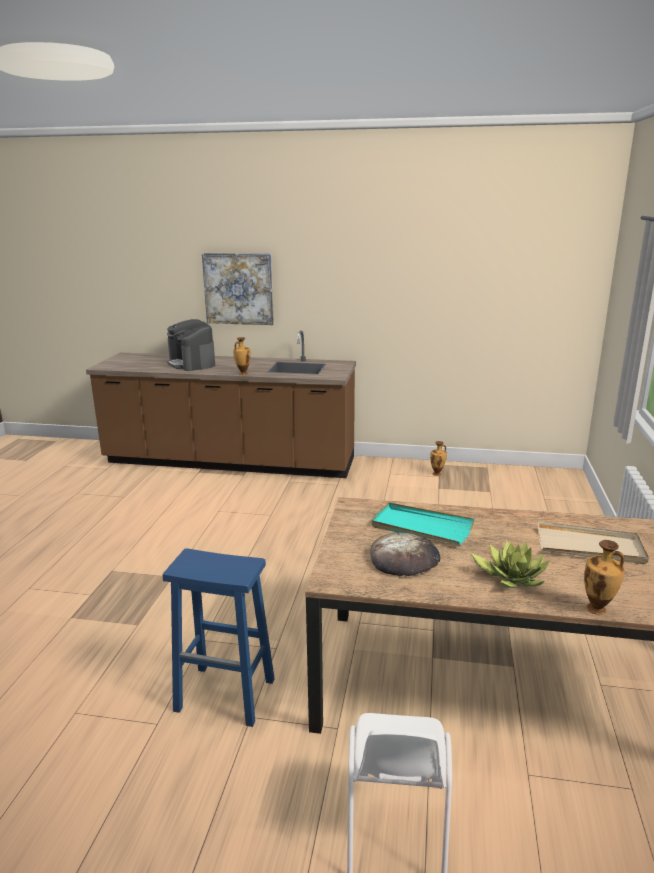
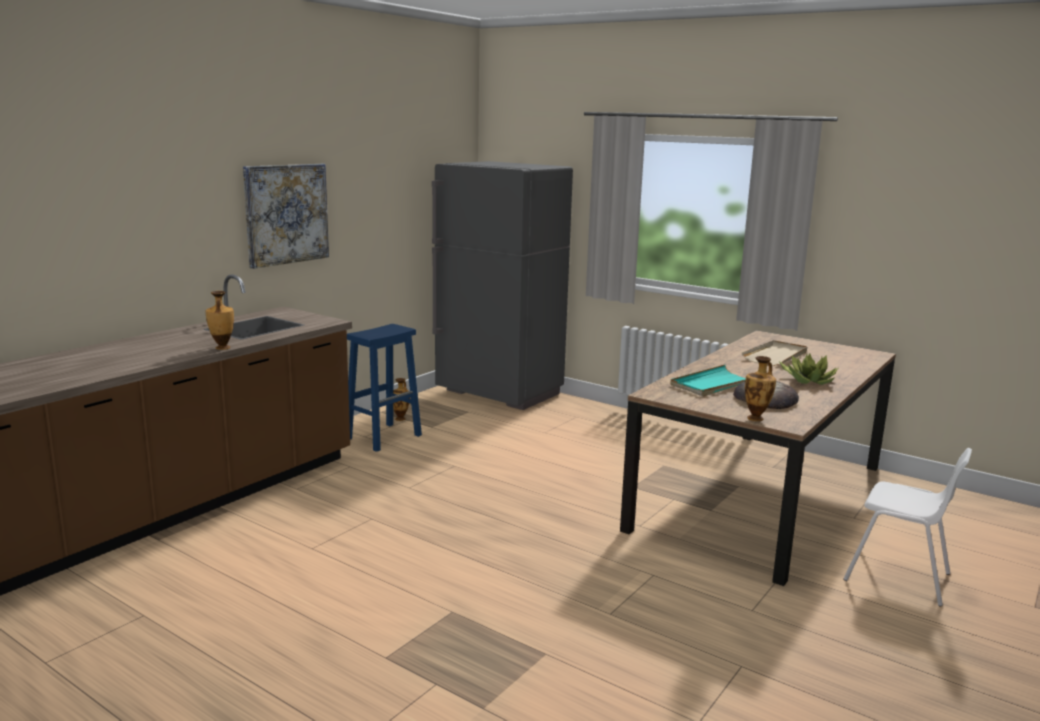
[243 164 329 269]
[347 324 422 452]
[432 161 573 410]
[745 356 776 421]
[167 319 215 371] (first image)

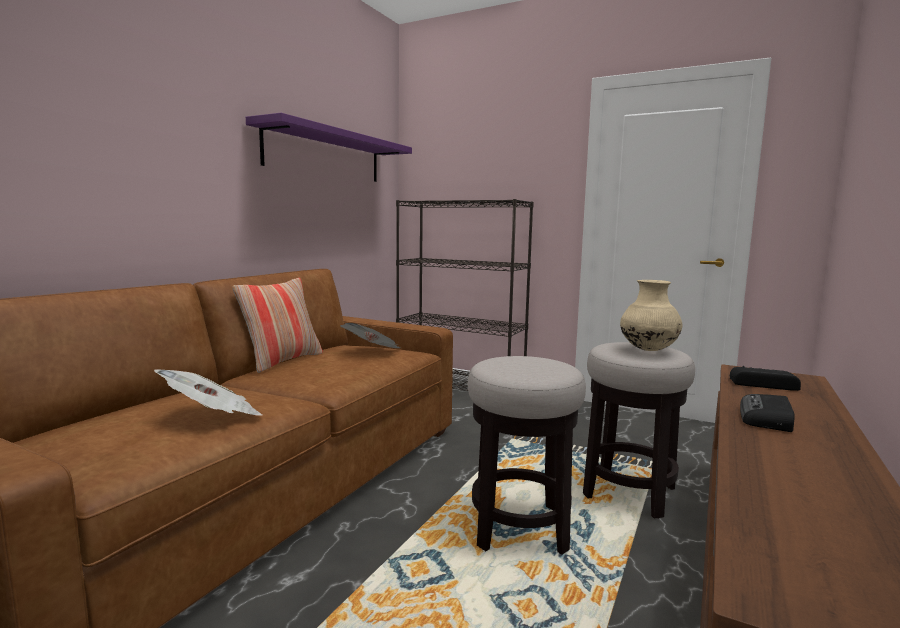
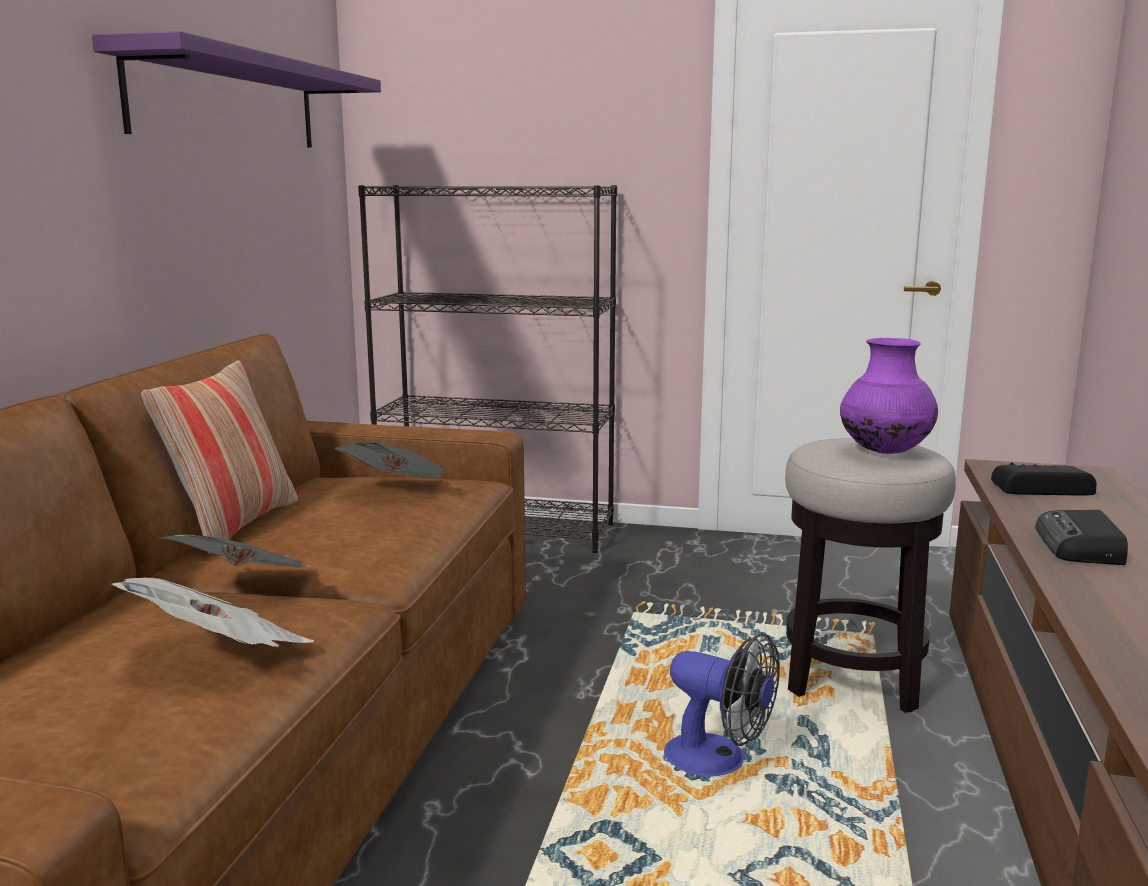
[160 535 309 568]
[664 633 780 776]
[840 338 938 454]

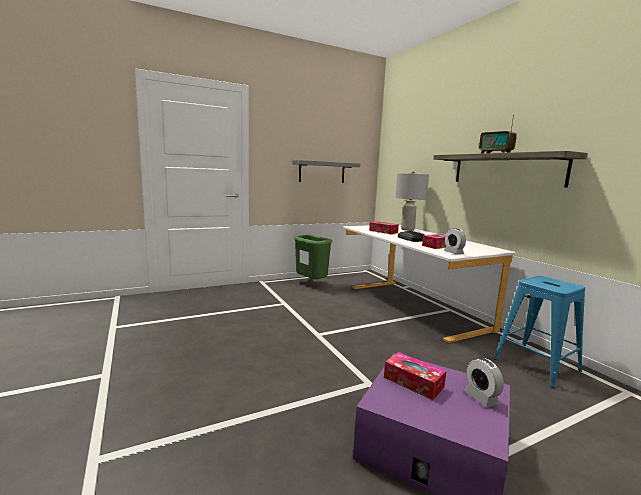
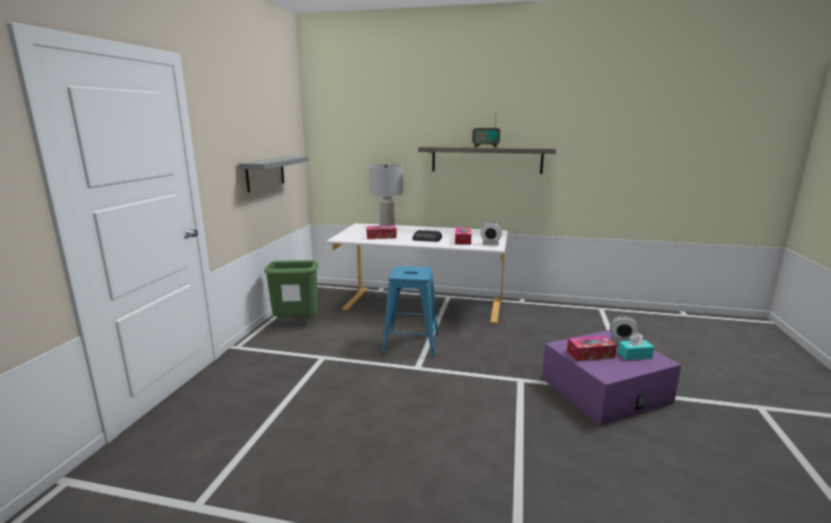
[382 266 439 357]
[618 333 654 360]

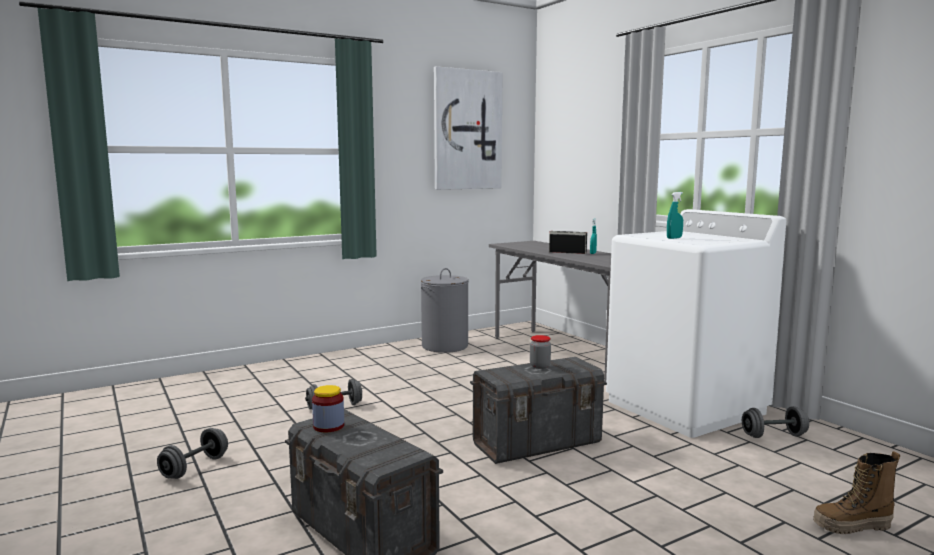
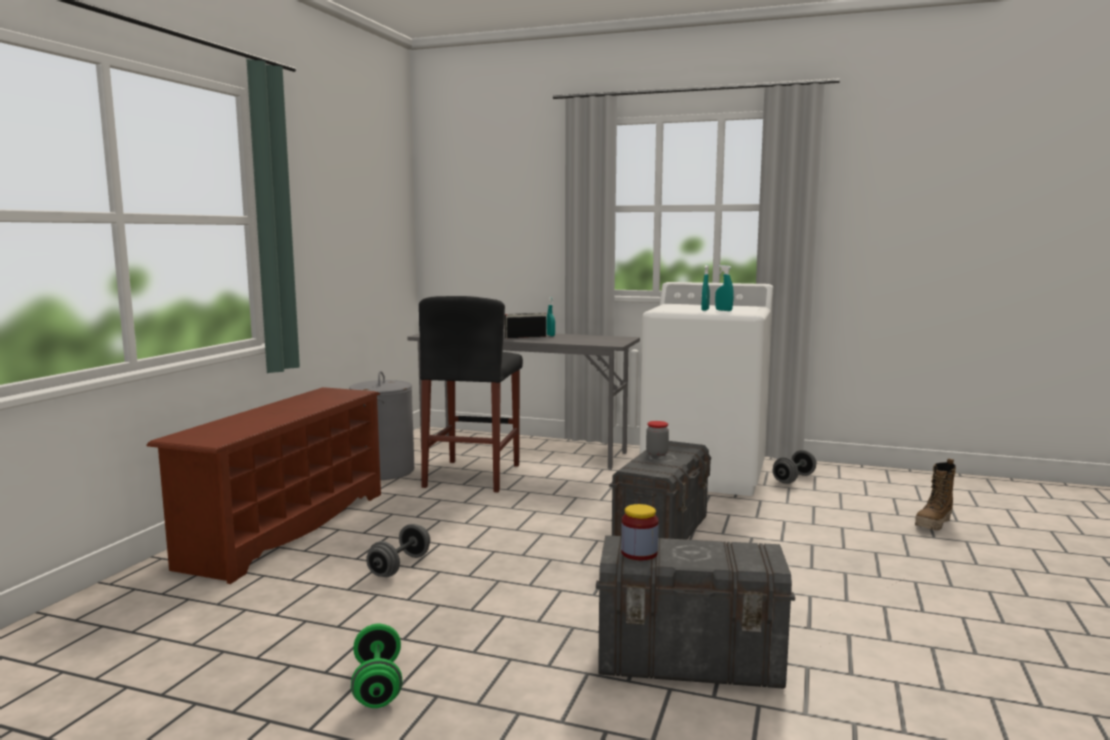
[147 387 381 584]
[351 624 402 708]
[419 296 523 492]
[715 265 734 311]
[434 66 503 190] (first image)

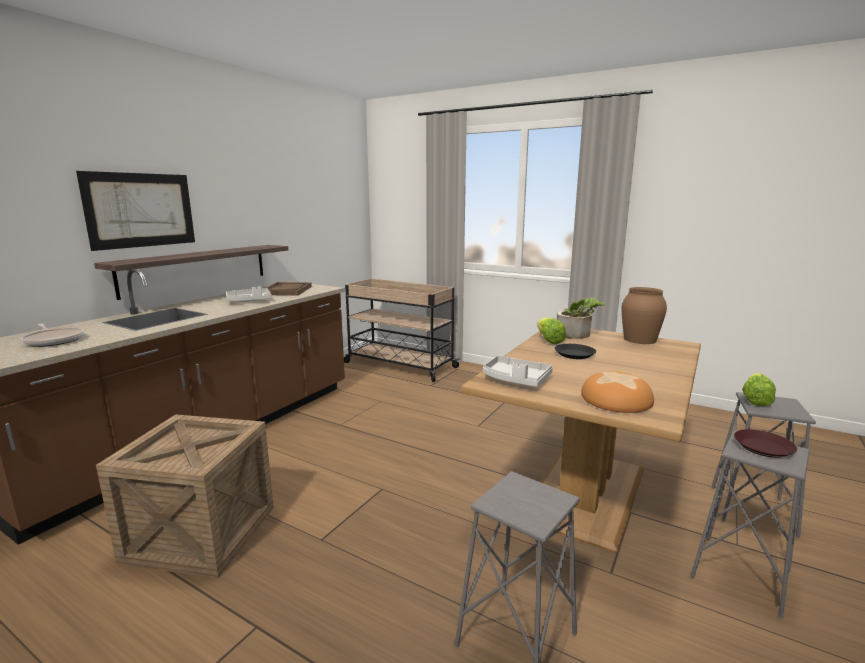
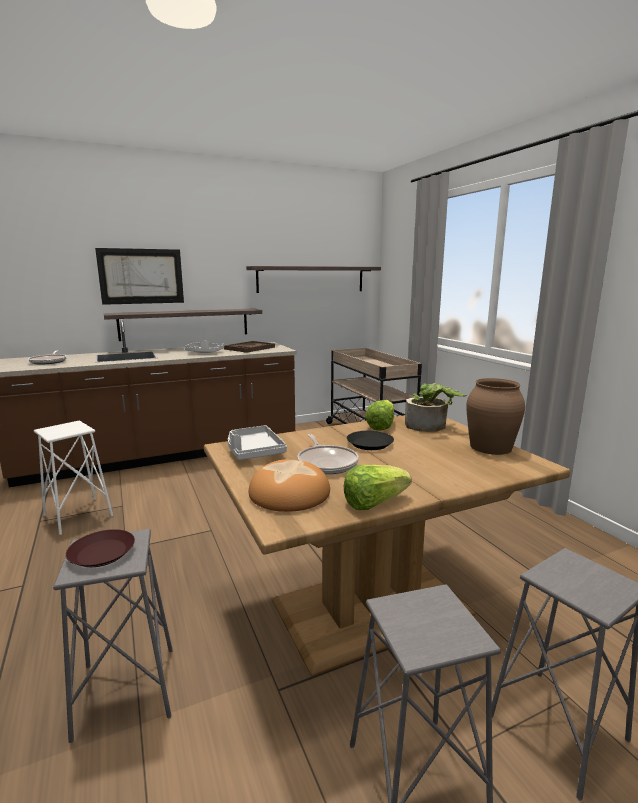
[34 421 113 535]
[66 529 135 567]
[246 266 381 293]
[297 434 359 474]
[344 465 412 510]

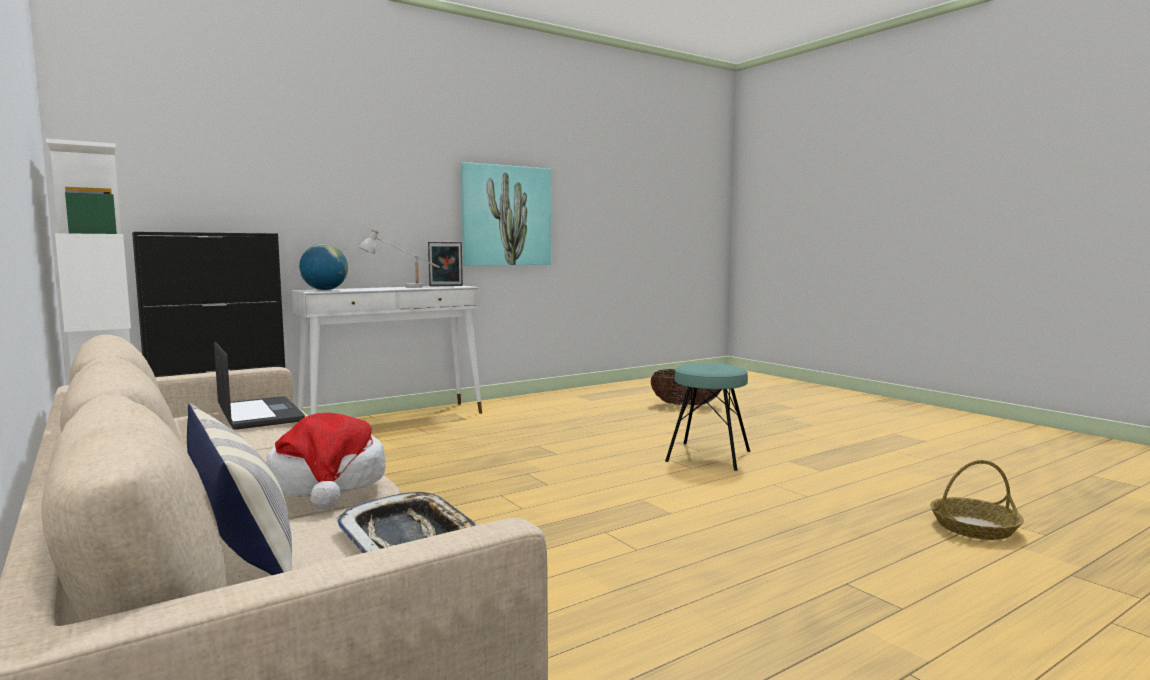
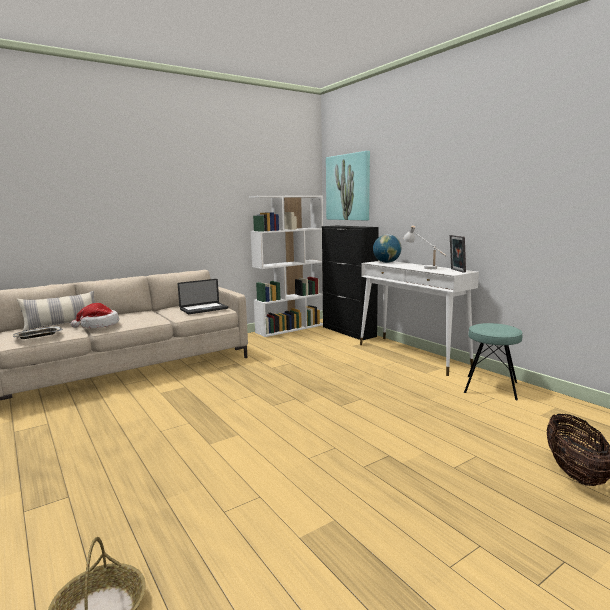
[326 151 370 221]
[464 323 522 400]

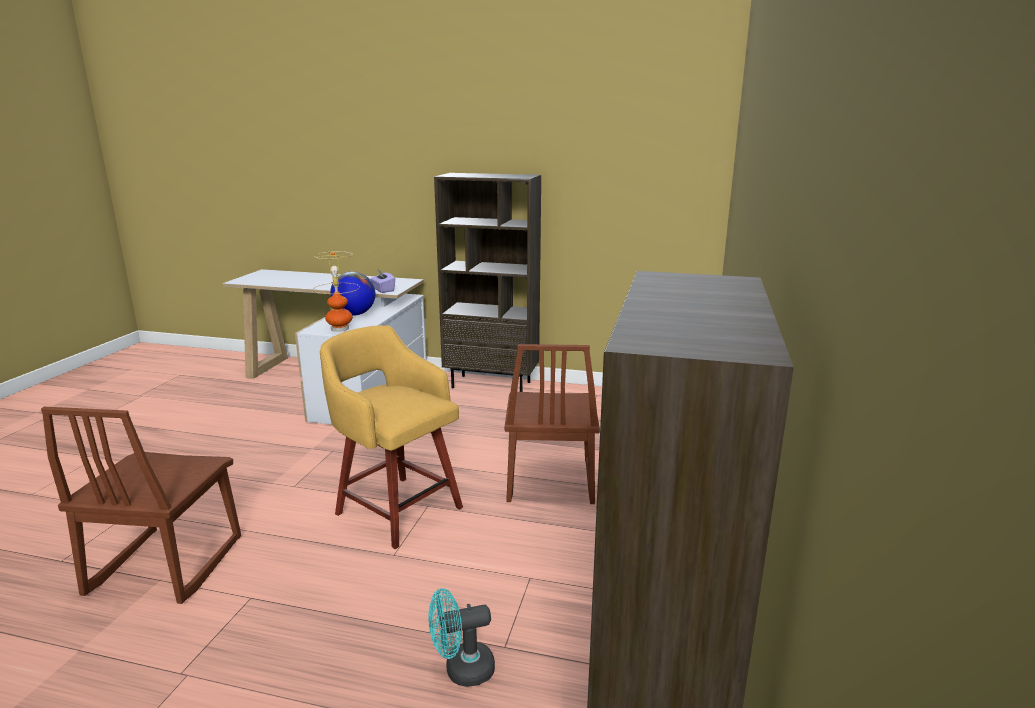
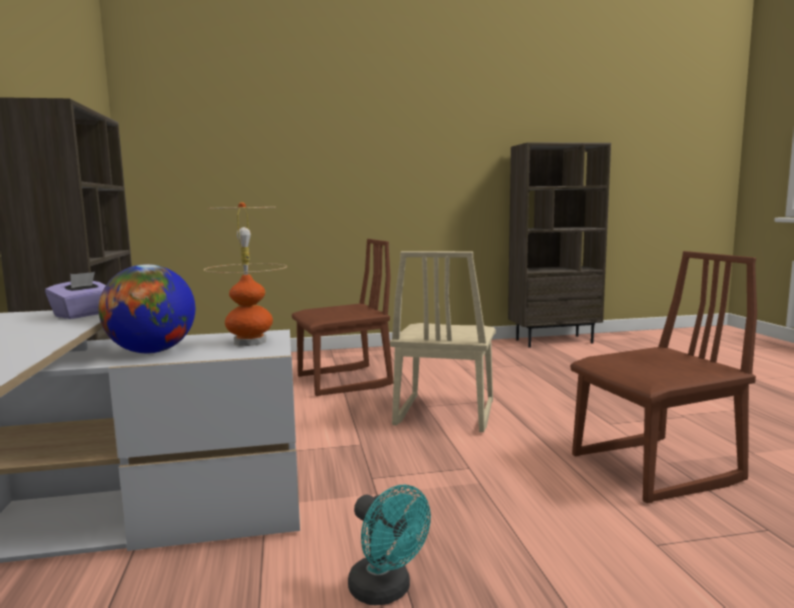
[348 485 431 605]
[390 251 496 432]

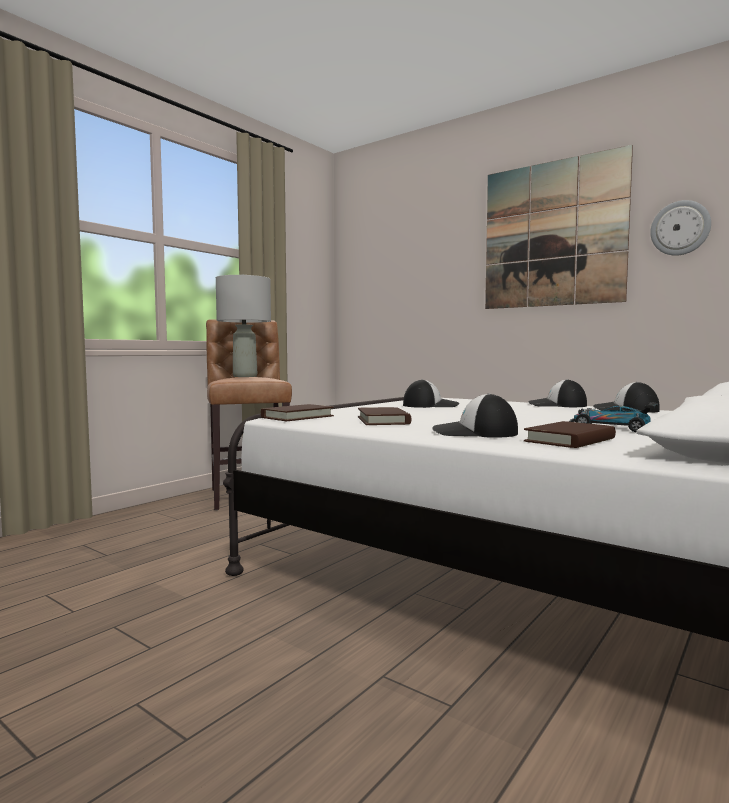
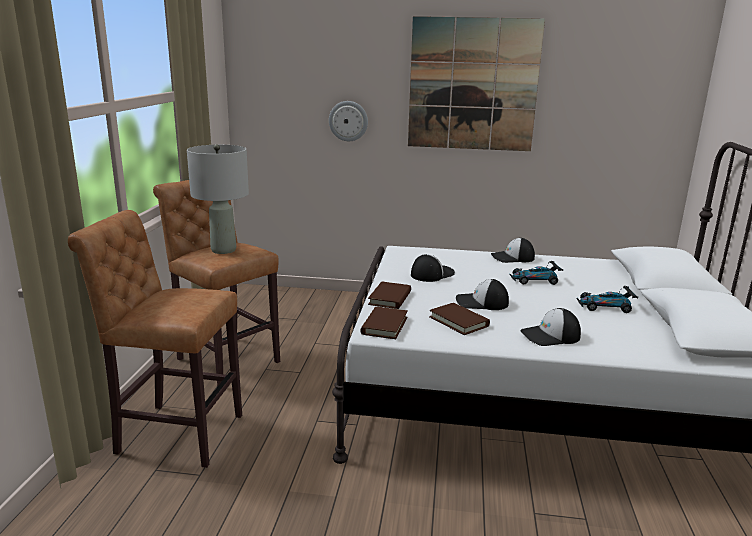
[68 210 242 468]
[329 101 368 141]
[368 282 411 309]
[456 279 509 310]
[509 261 563 285]

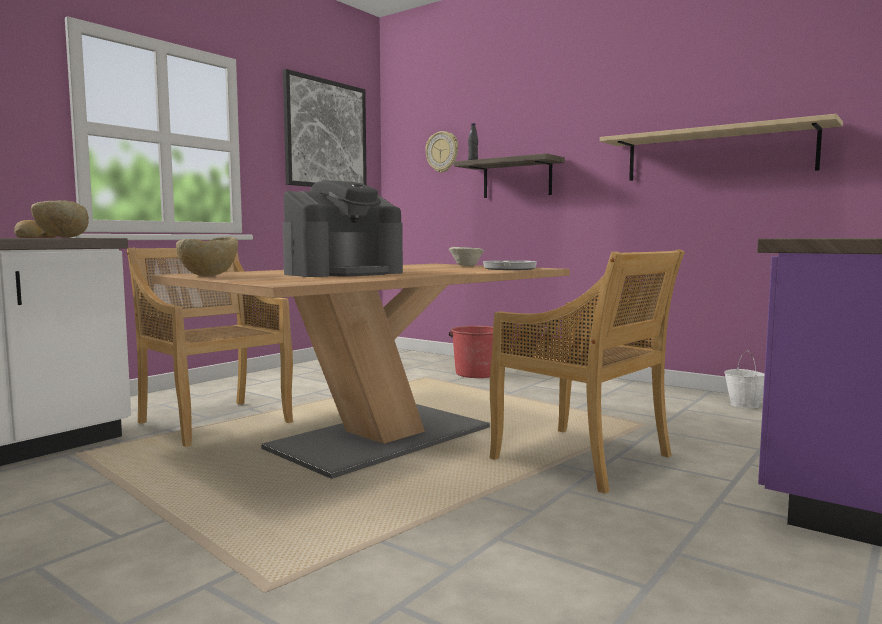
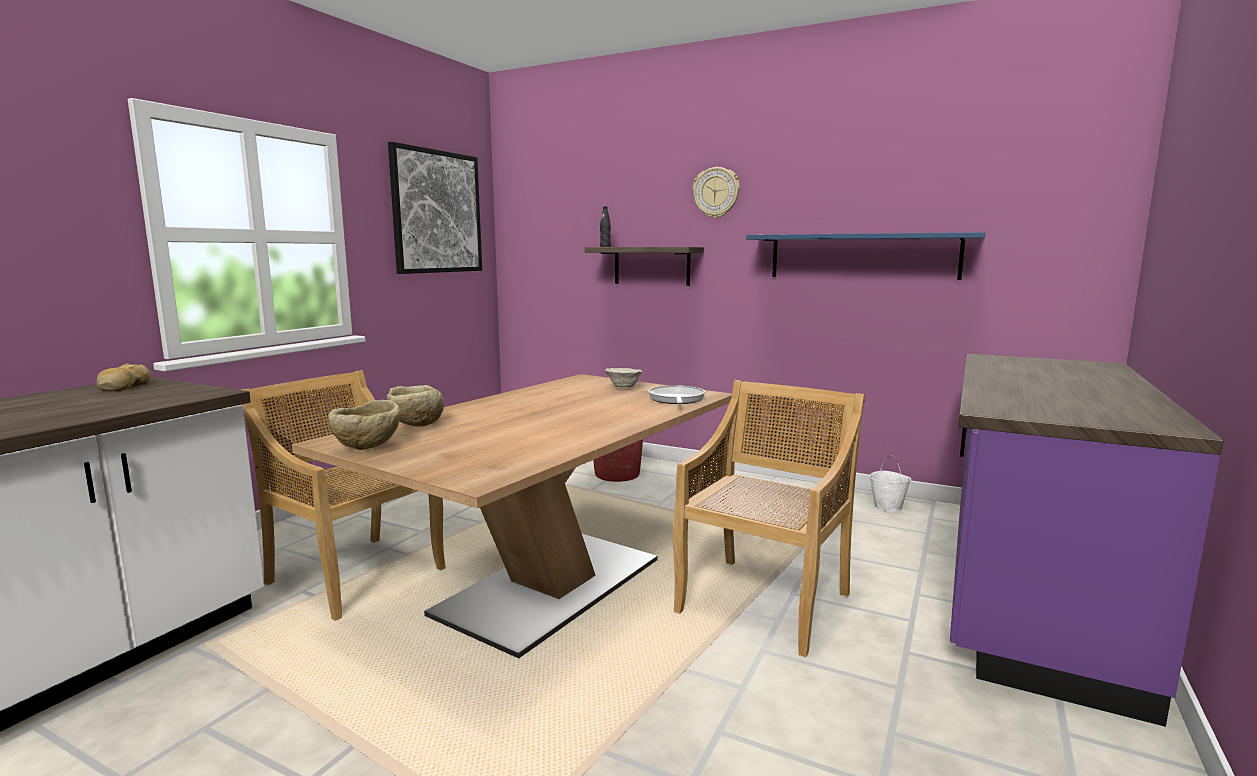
[387 385 444 427]
[673 380 865 657]
[693 167 740 218]
[746 232 986 280]
[283 180 403 277] (first image)

